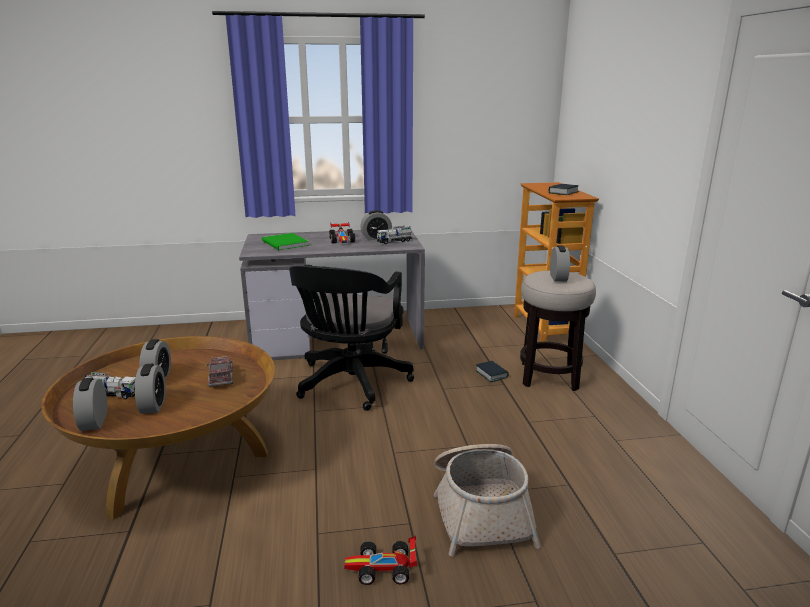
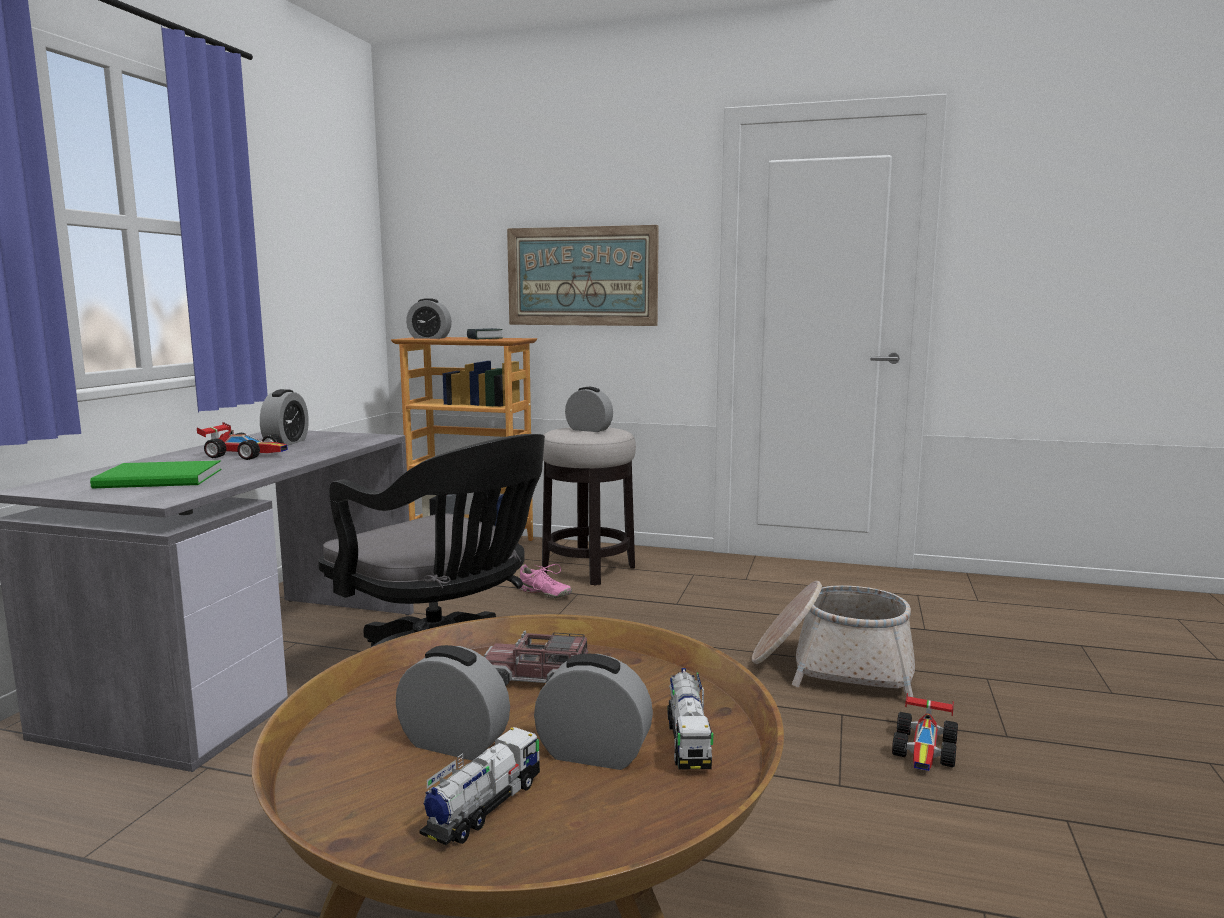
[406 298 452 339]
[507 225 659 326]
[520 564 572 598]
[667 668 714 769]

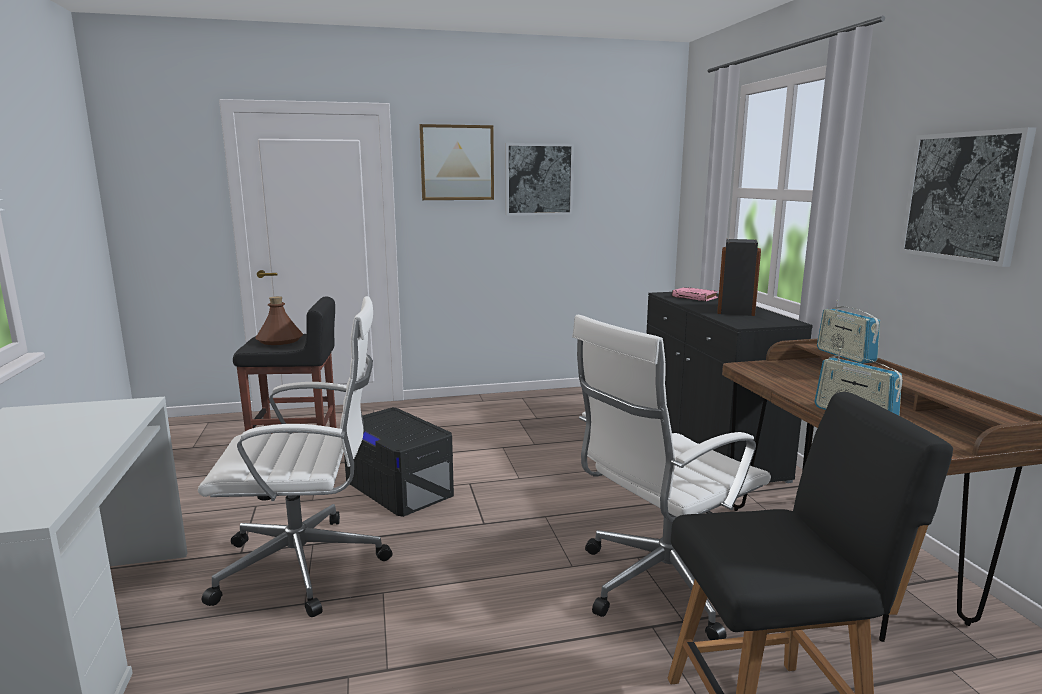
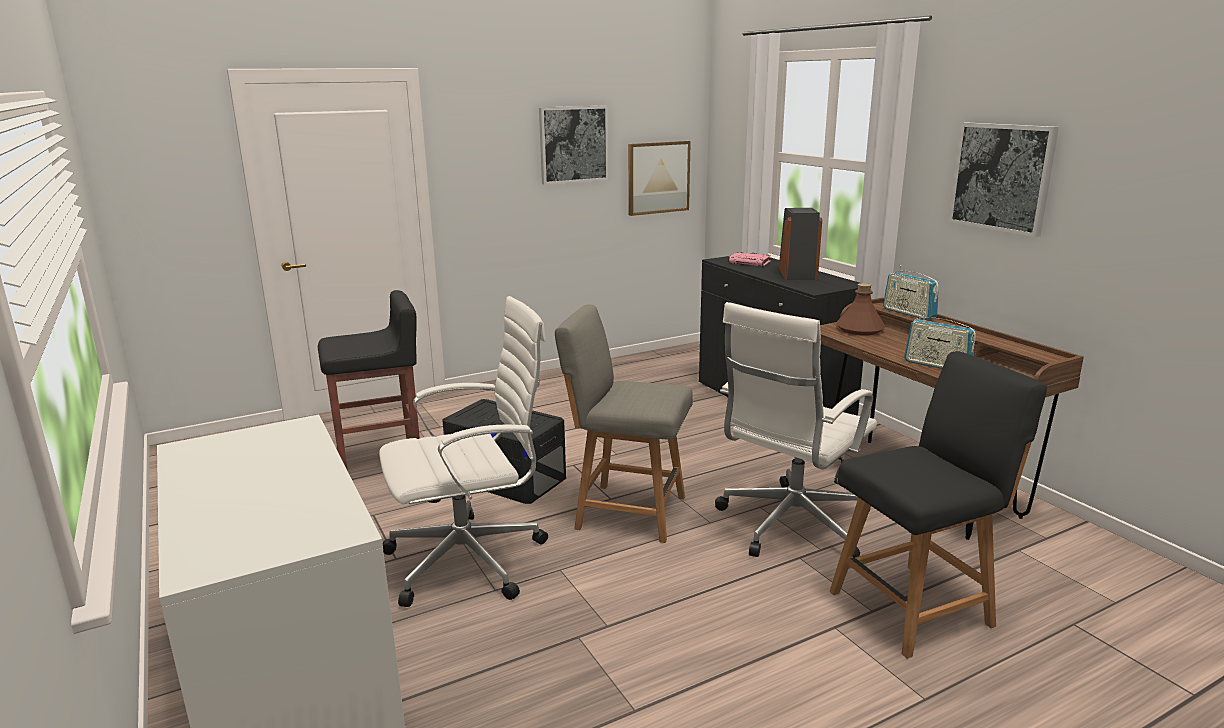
[555 304 693 543]
[628 141 691 216]
[836 283 886 335]

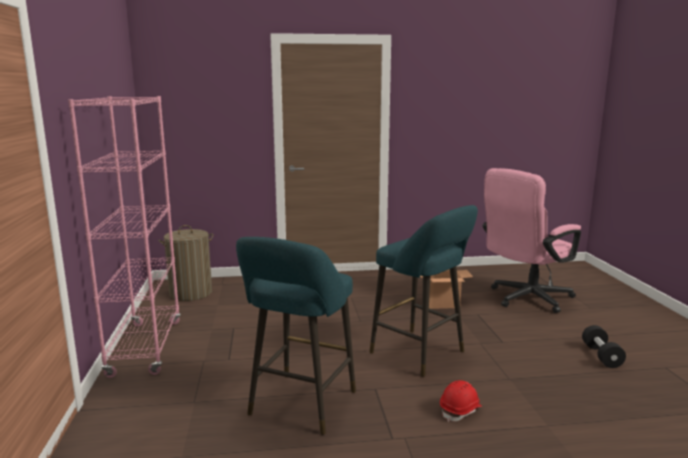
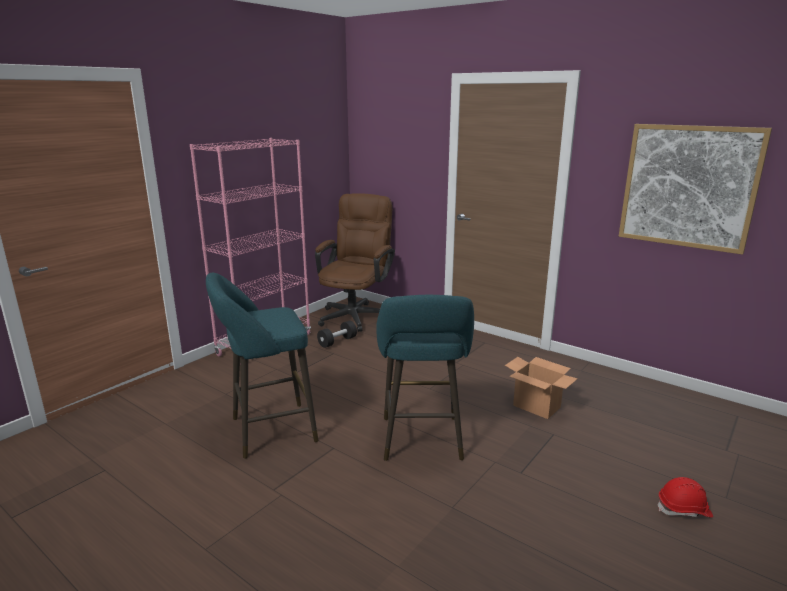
[315 193 395 332]
[317 321 357 348]
[619 124 772 255]
[658 477 713 518]
[483 168 581 313] (first image)

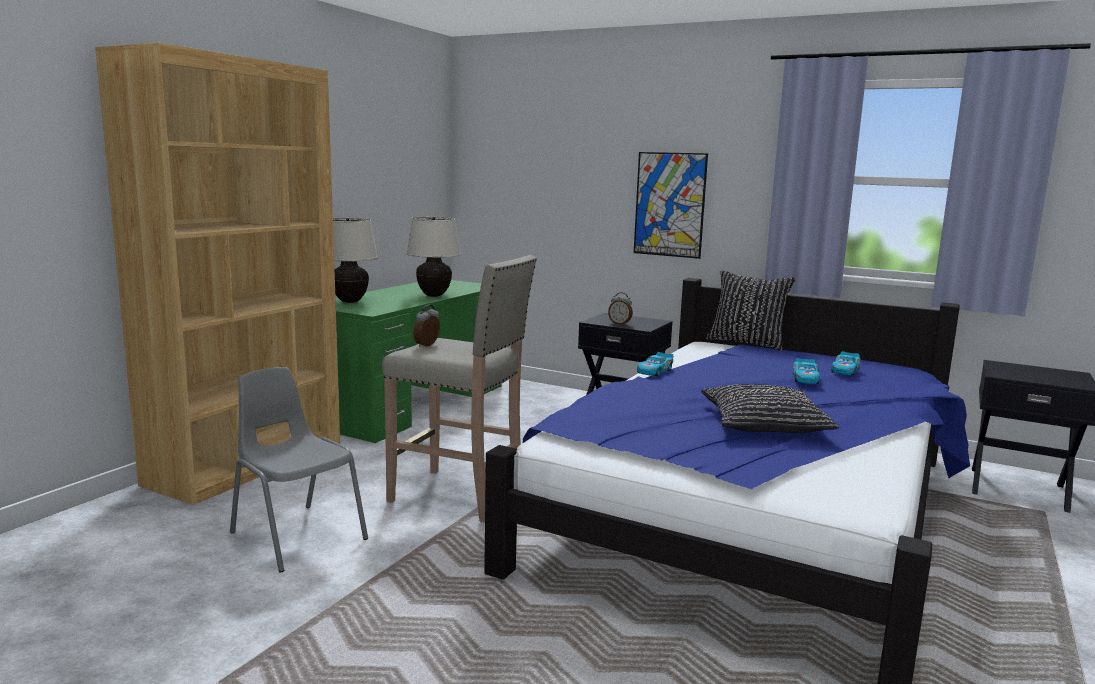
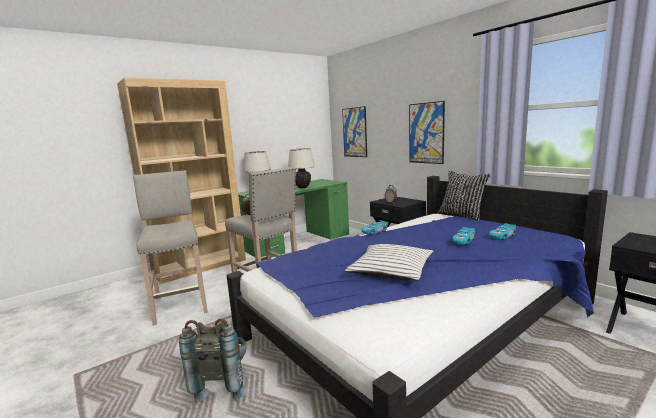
[133 170 208 326]
[179 319 247 403]
[342 106 367 157]
[345 244 434 280]

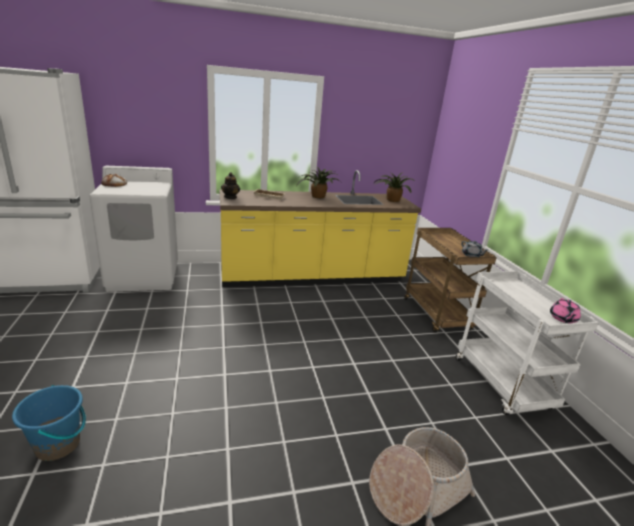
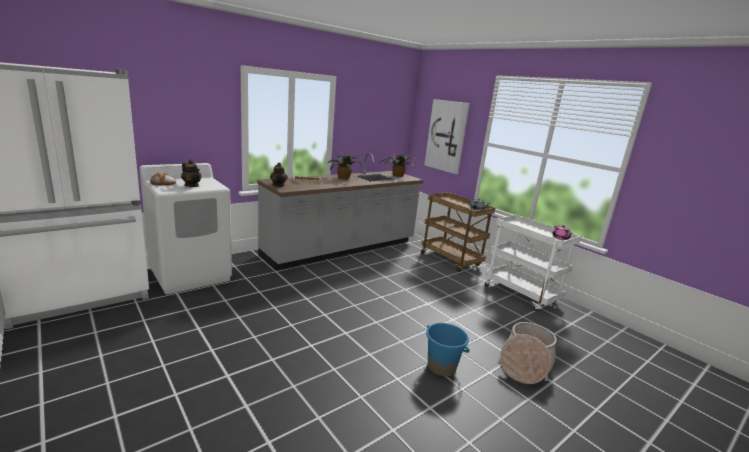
[181 159 202 187]
[257 153 424 270]
[425 99 470 174]
[426 323 470 376]

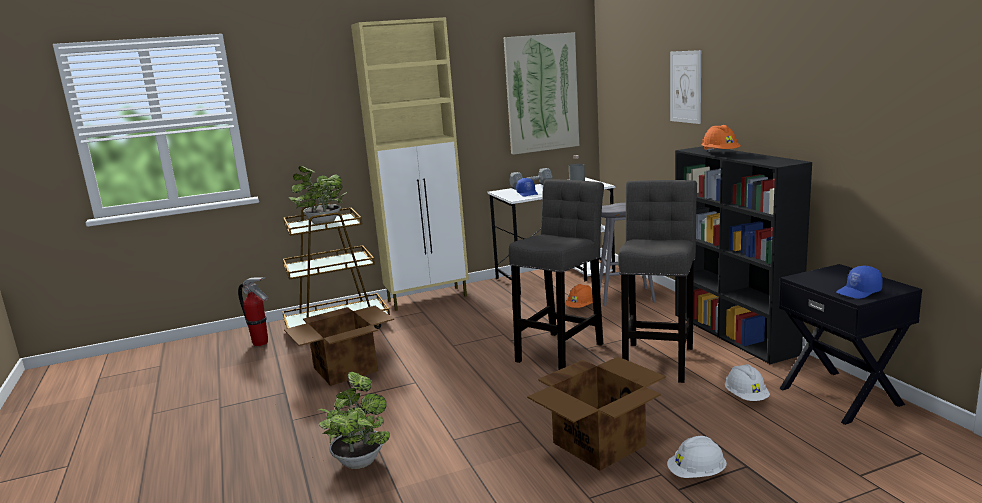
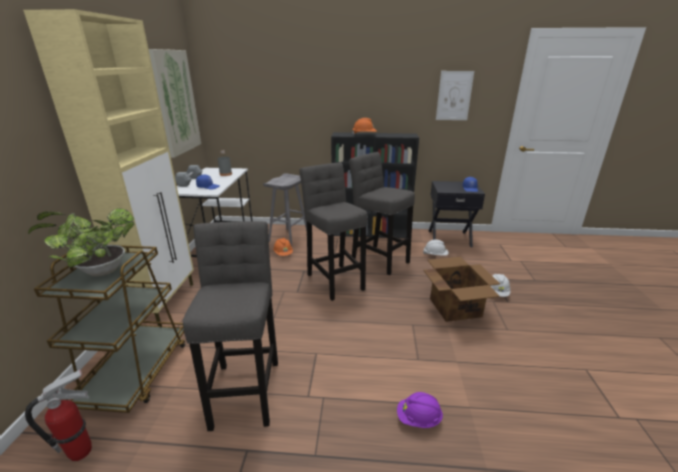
[183 221 278 431]
[397 392 443 428]
[436 71 474 120]

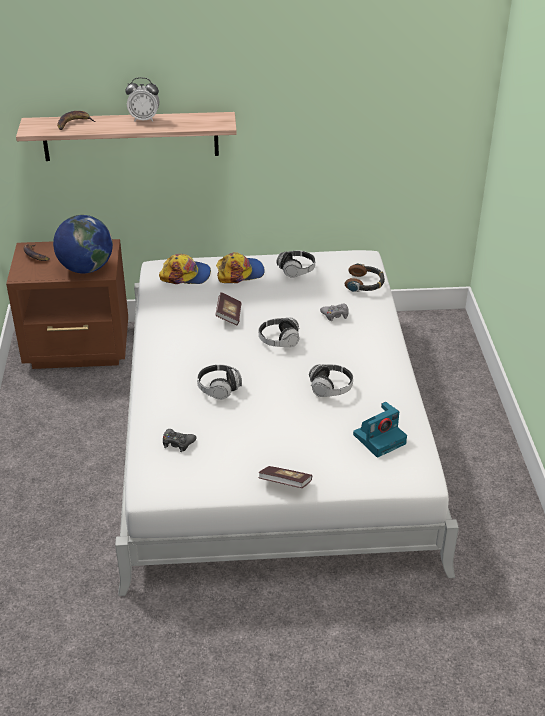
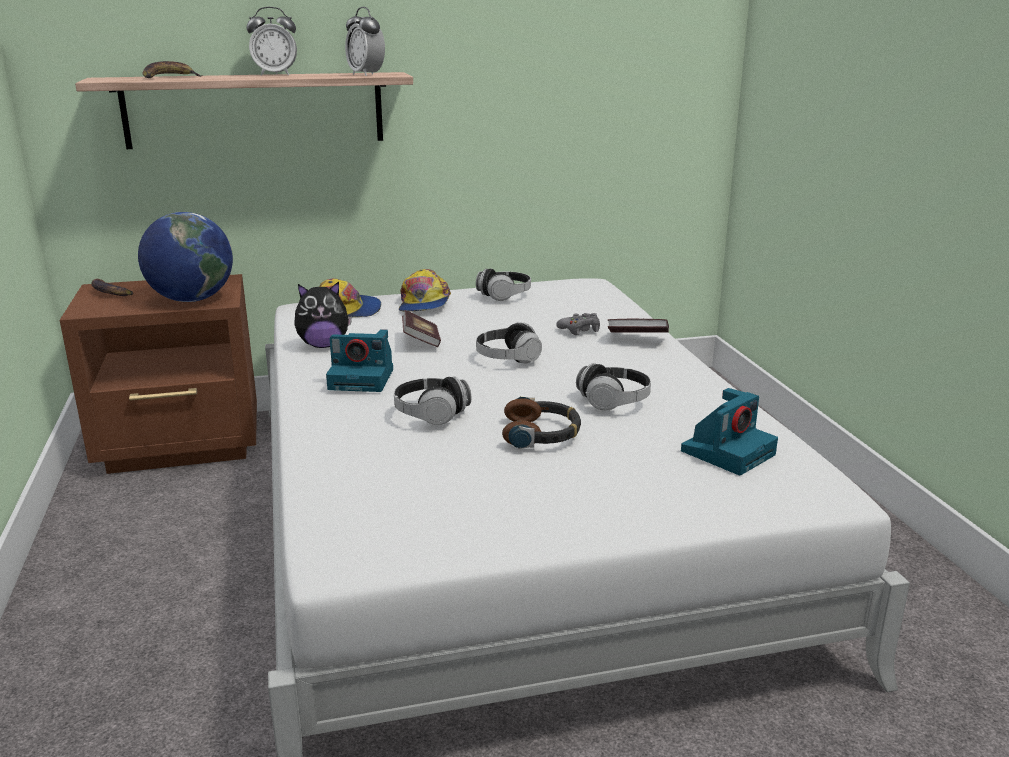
[294 281 352 348]
[326 329 393 392]
[345 7 385 76]
[399 269 451 312]
[502 396 581 449]
[608 319 669 333]
[163 429 196 452] (first image)

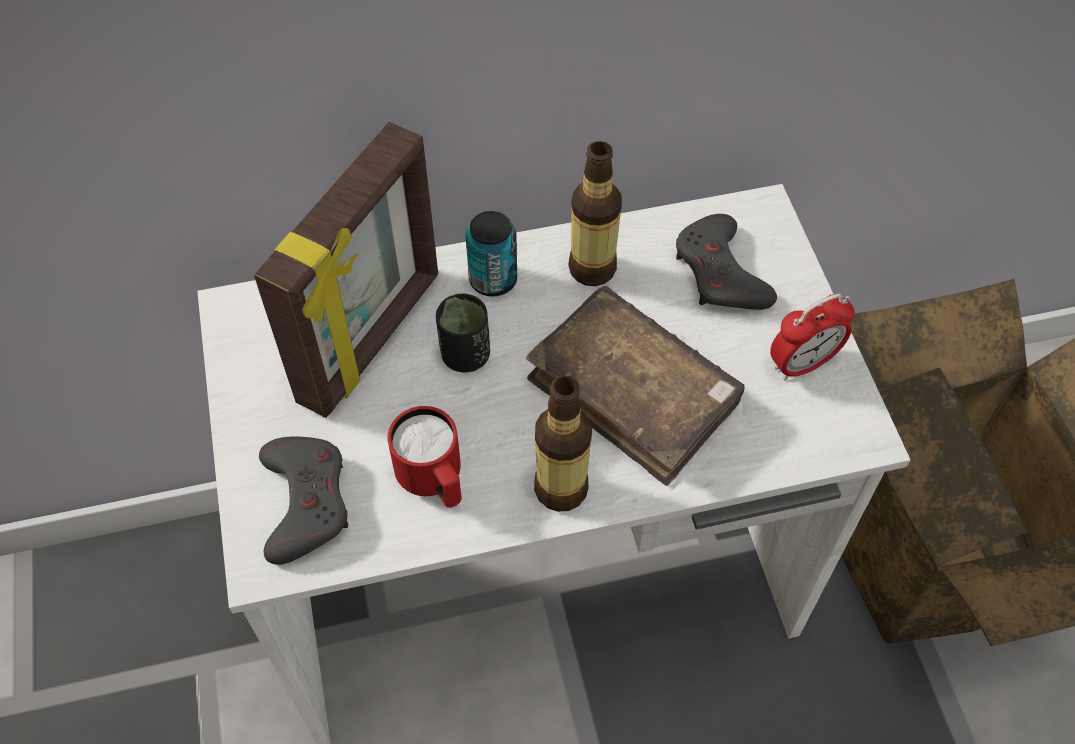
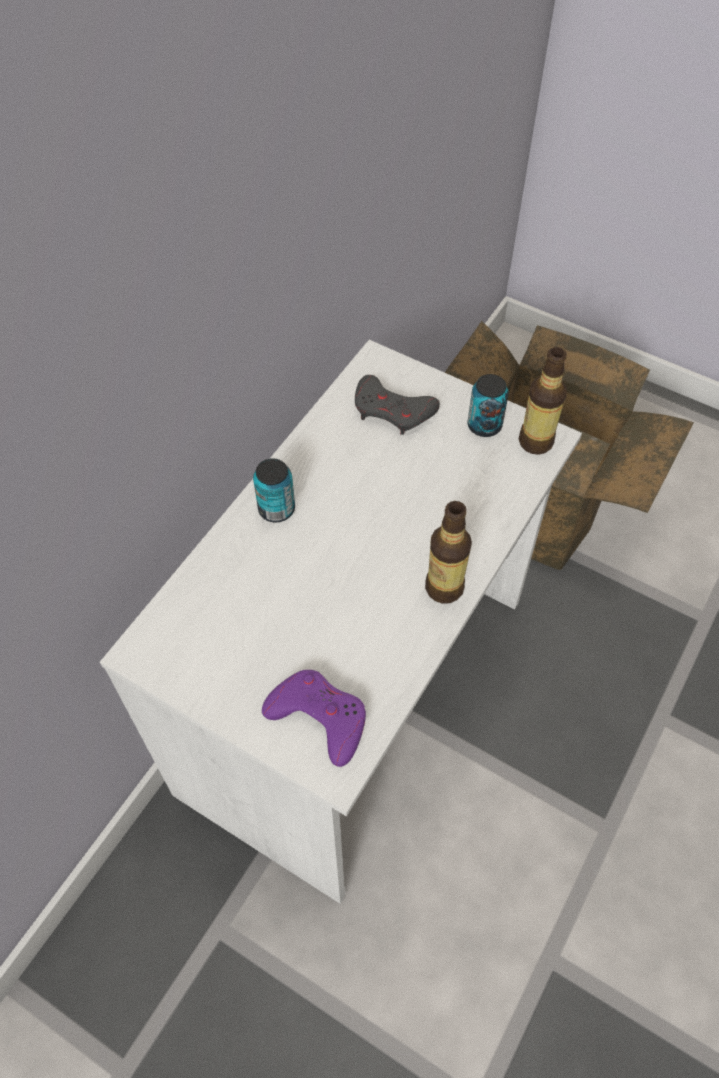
[262 670 366 767]
[467 374 509 437]
[519 347 567 455]
[254 122 438 418] (first image)
[388 406 462 508] (first image)
[436 294 490 373] (first image)
[527 286 745 486] (first image)

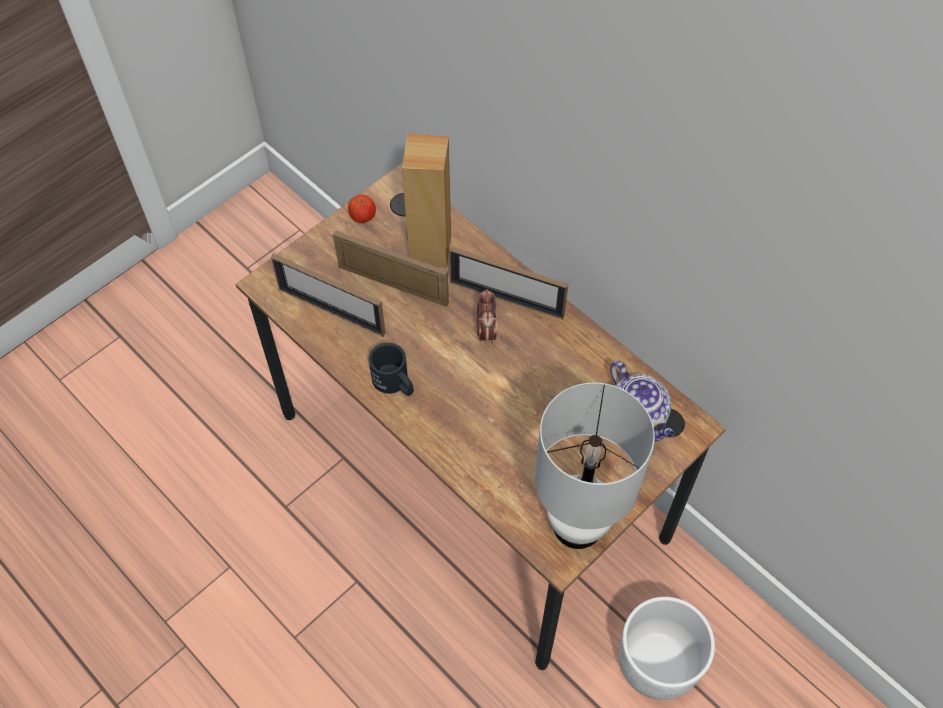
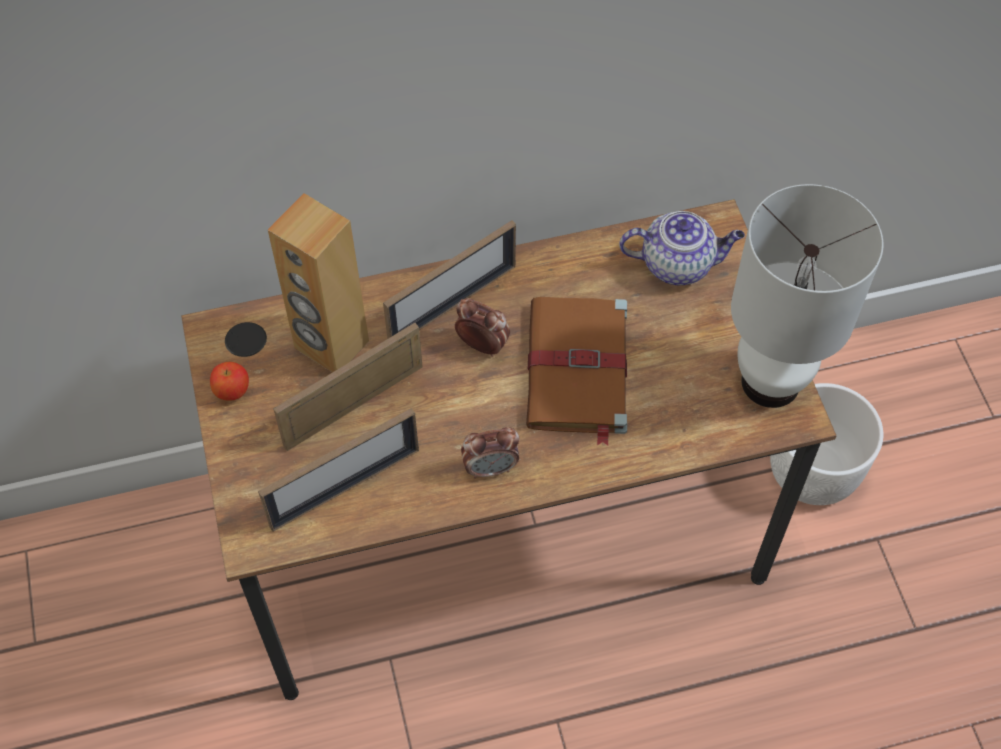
[461 427 519 479]
[526 297 627 446]

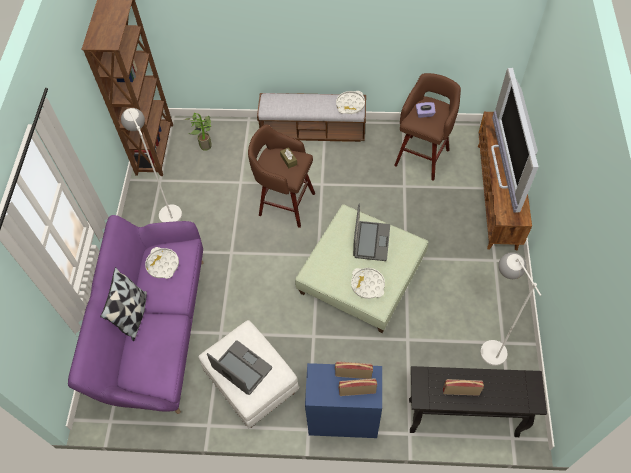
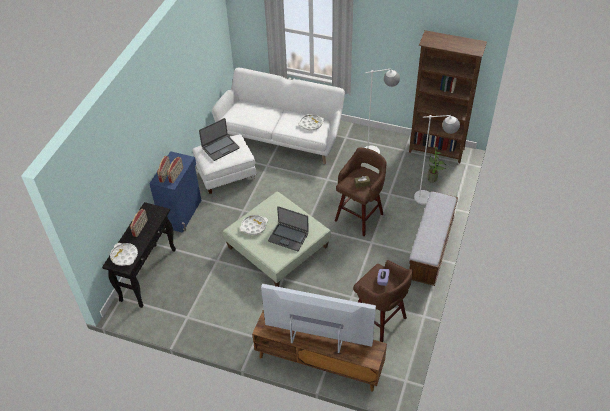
[110 243 138 266]
[212 68 345 164]
[414 115 460 205]
[100 267 147 341] (first image)

